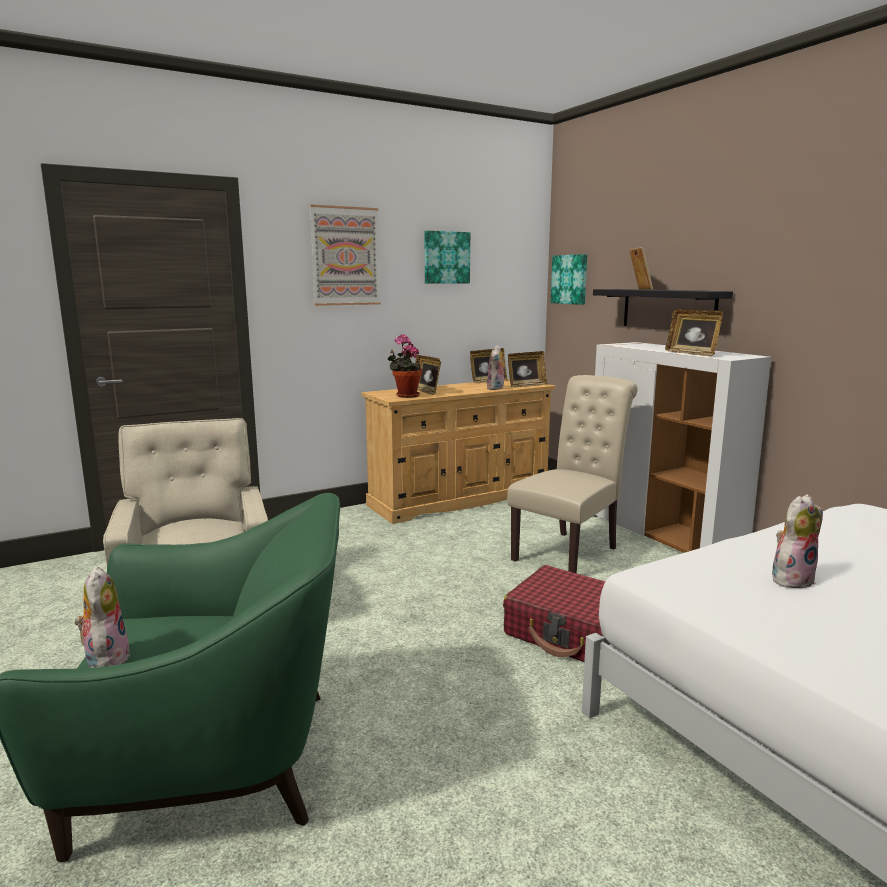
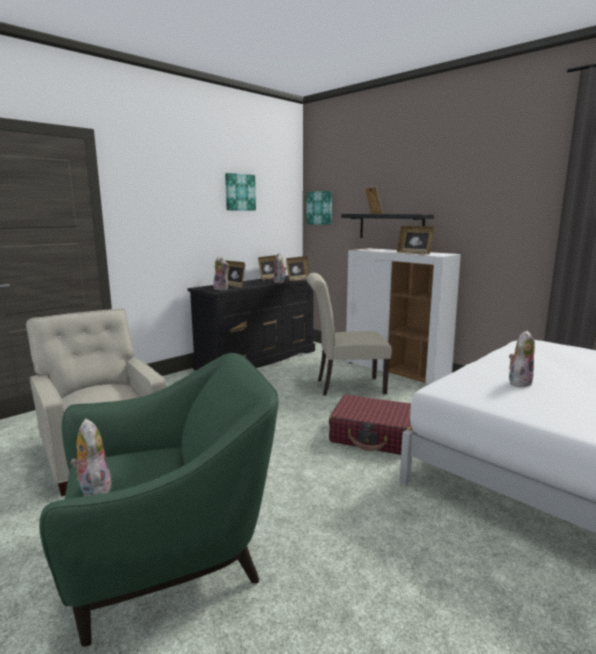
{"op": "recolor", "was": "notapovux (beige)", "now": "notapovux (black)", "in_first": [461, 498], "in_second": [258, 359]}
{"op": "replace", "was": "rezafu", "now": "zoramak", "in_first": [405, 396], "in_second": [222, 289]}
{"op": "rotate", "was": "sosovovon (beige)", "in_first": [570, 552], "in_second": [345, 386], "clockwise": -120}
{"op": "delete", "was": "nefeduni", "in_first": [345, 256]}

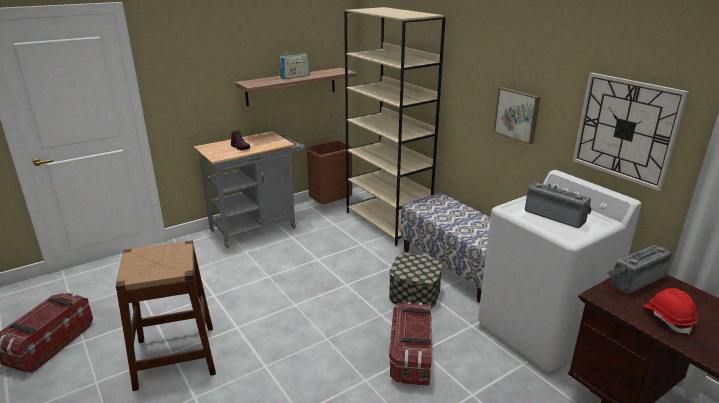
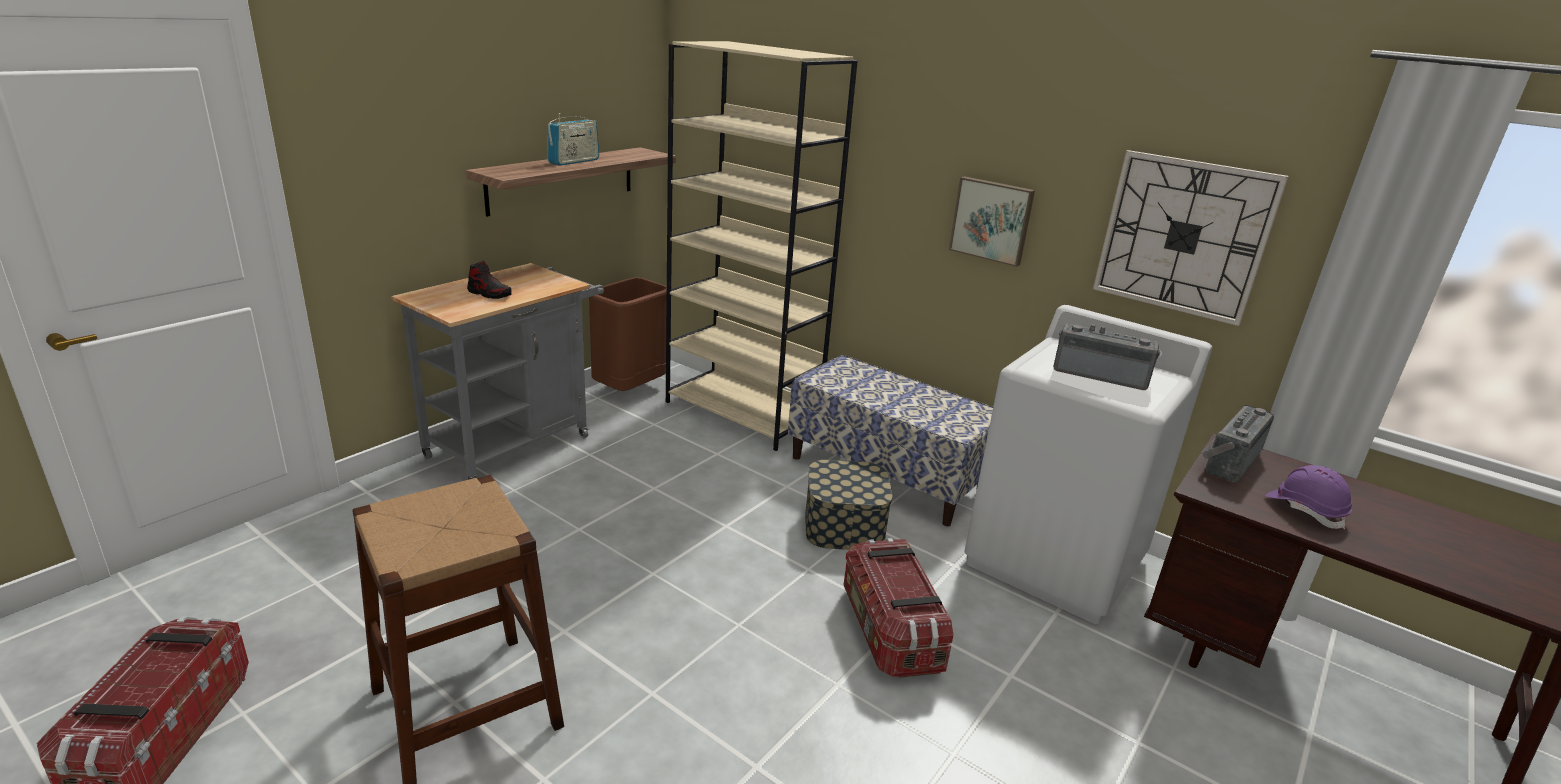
{"op": "recolor", "was": "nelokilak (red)", "now": "nelokilak (purple)", "in_first": [668, 318], "in_second": [1305, 510]}

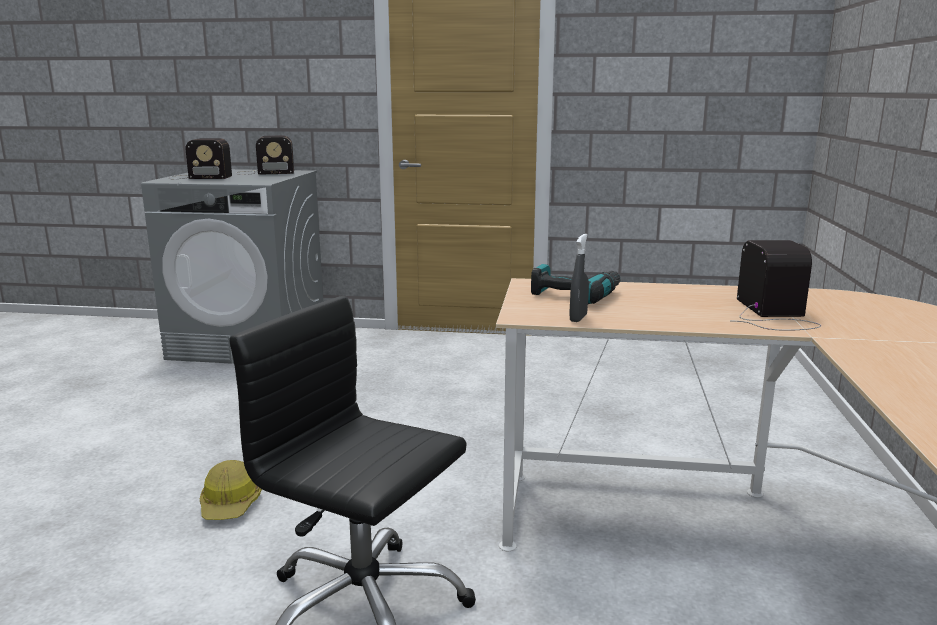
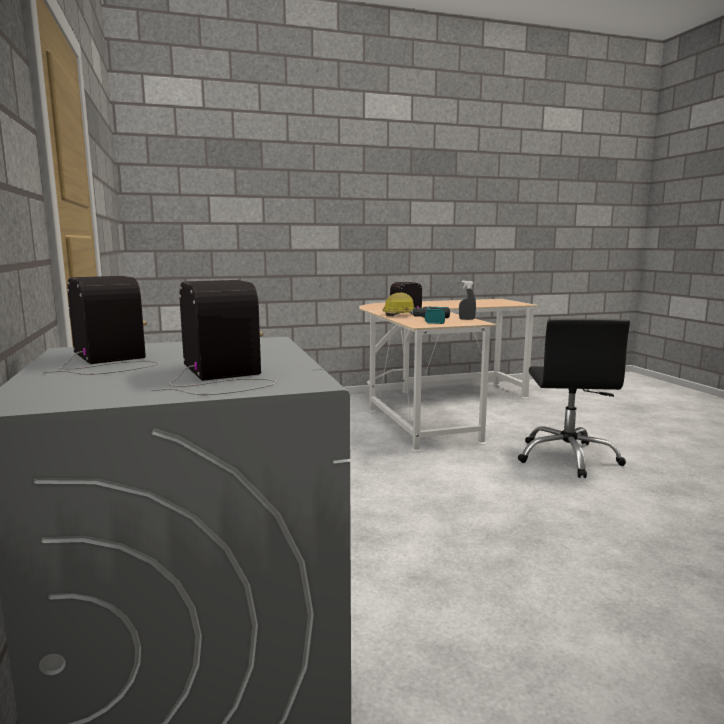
{"op": "move", "was": "nelokilak", "in_first": [231, 504], "in_second": [401, 314]}

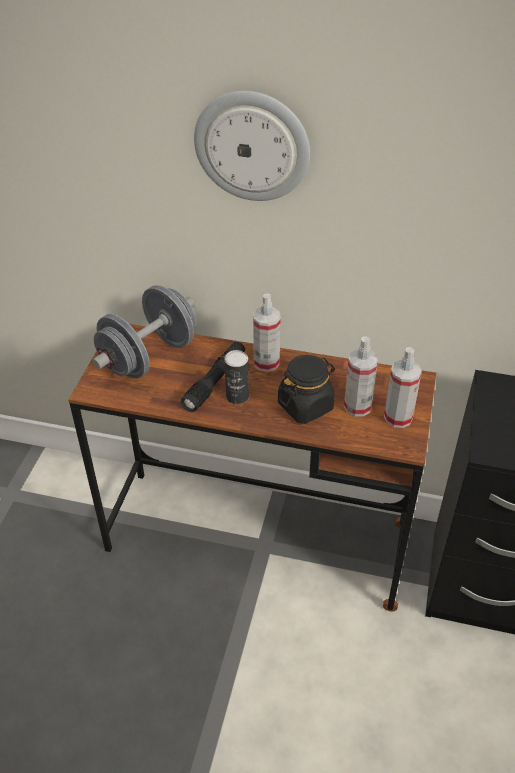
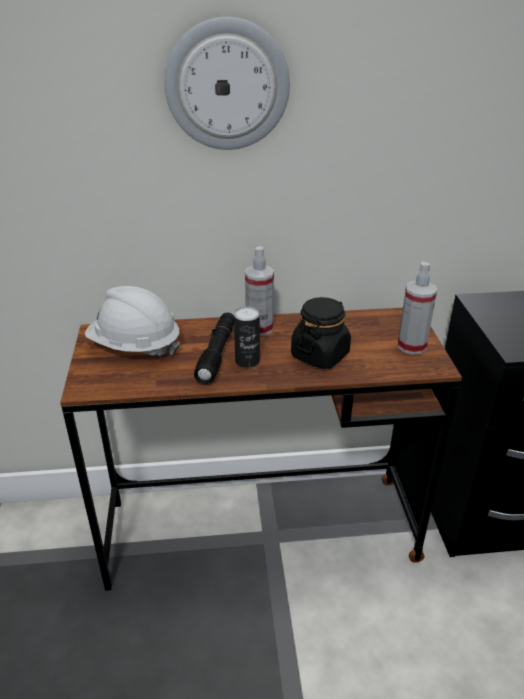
{"op": "replace", "was": "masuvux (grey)", "now": "nelokilak (white)", "in_first": [149, 357], "in_second": [135, 346]}
{"op": "delete", "was": "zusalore", "in_first": [357, 406]}

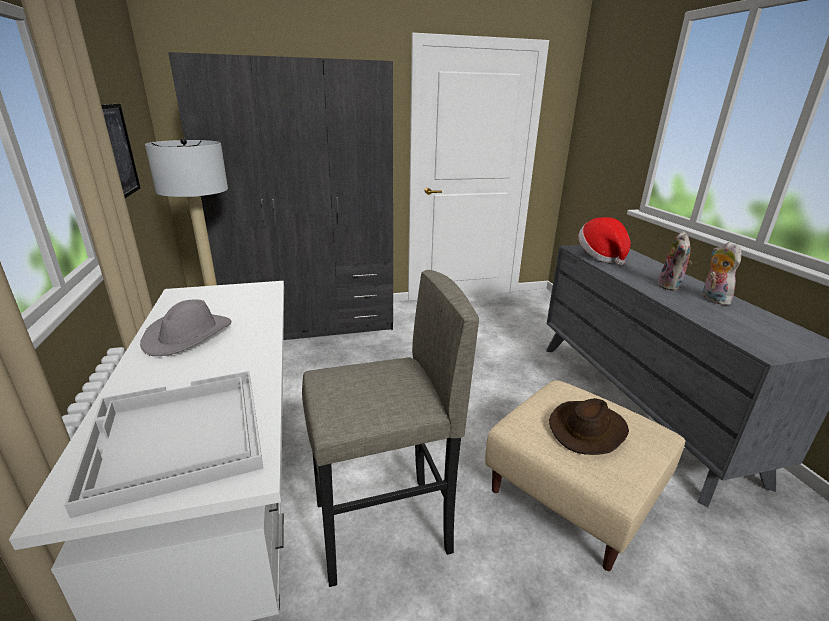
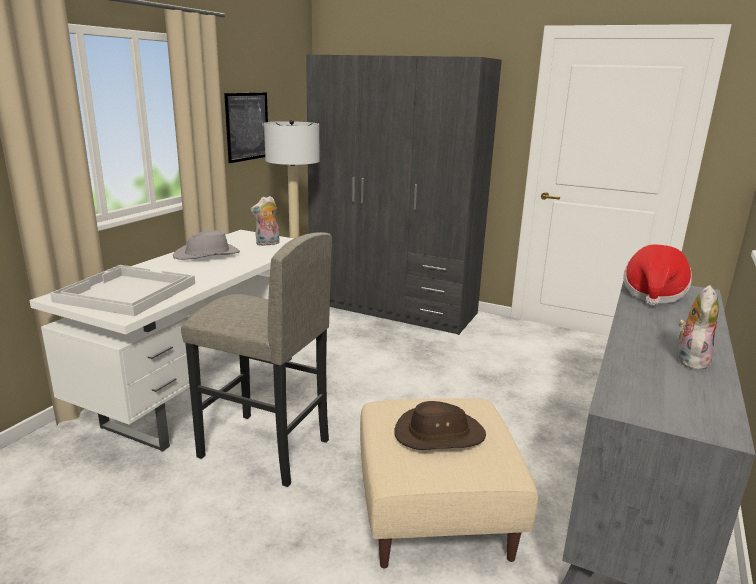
{"op": "move", "was": "zoramak", "in_first": [671, 286], "in_second": [267, 244]}

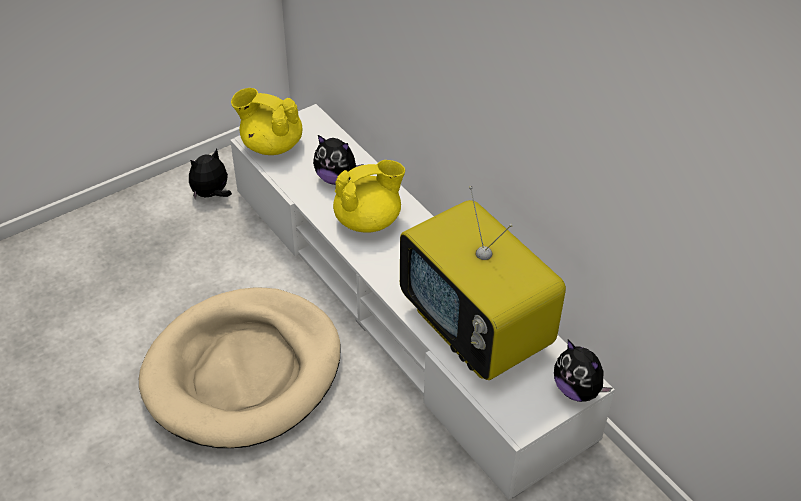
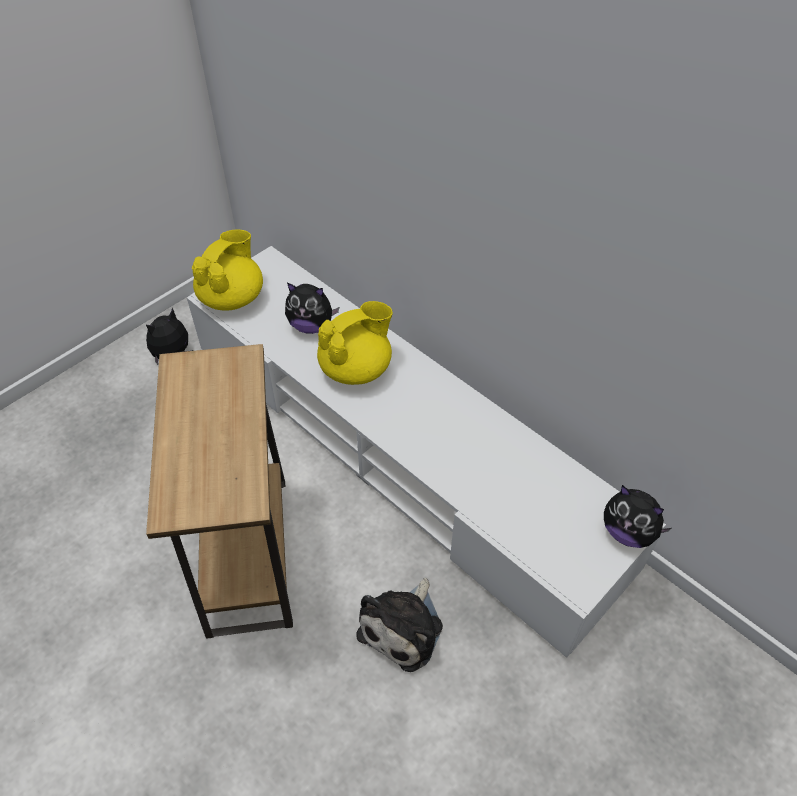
{"op": "replace", "was": "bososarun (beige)", "now": "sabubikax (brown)", "in_first": [243, 371], "in_second": [248, 554]}
{"op": "rotate", "was": "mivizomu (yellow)", "in_first": [271, 145], "in_second": [232, 297], "clockwise": 105}
{"op": "insert", "now": "zoramak", "in_second": [404, 627]}
{"op": "delete", "was": "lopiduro", "in_first": [477, 330]}

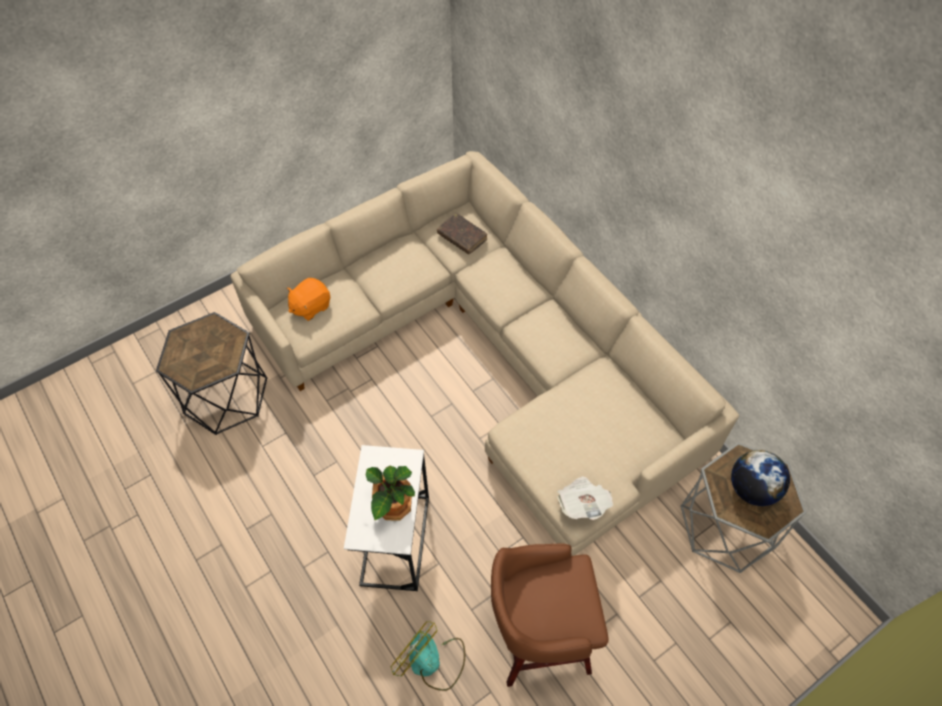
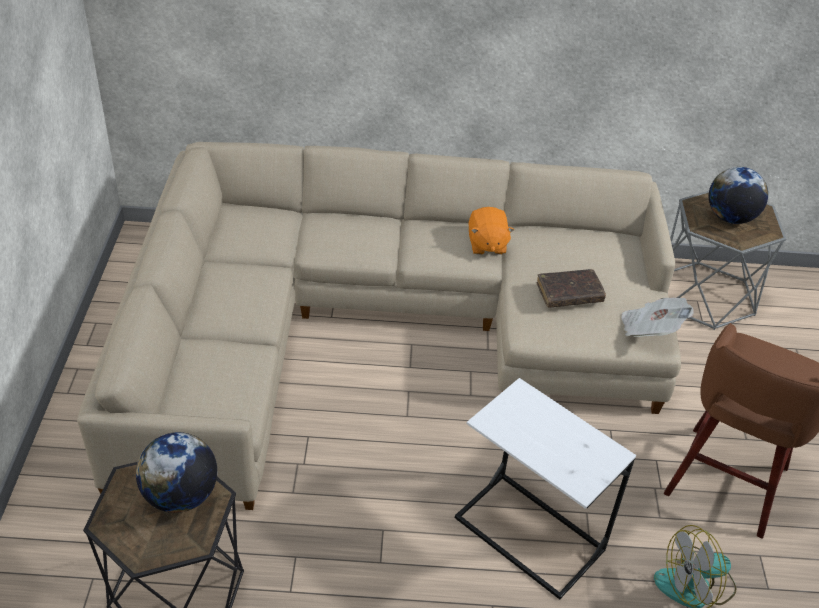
{"op": "insert", "now": "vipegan", "in_second": [181, 496]}
{"op": "move", "was": "zoramak (orange)", "in_first": [310, 306], "in_second": [486, 244]}
{"op": "move", "was": "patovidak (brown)", "in_first": [462, 237], "in_second": [569, 294]}
{"op": "delete", "was": "rezafu", "in_first": [392, 506]}

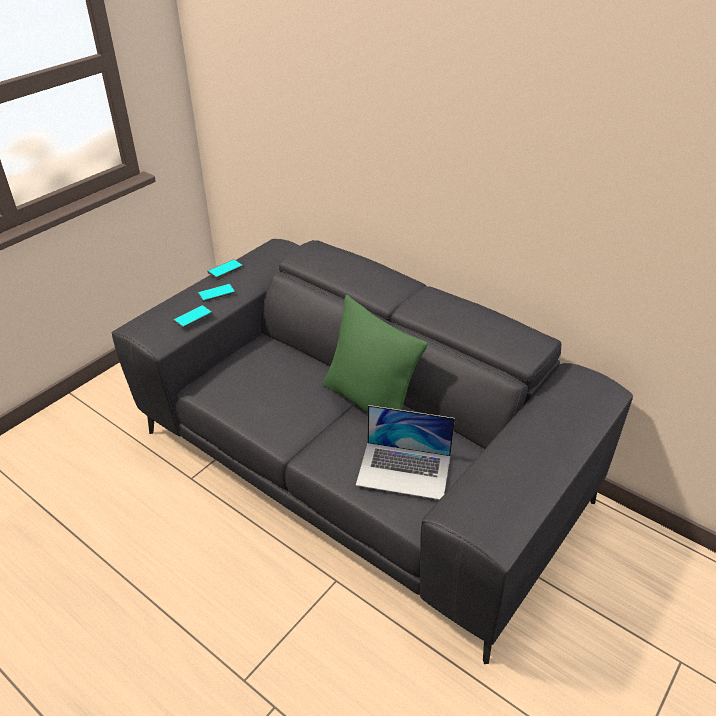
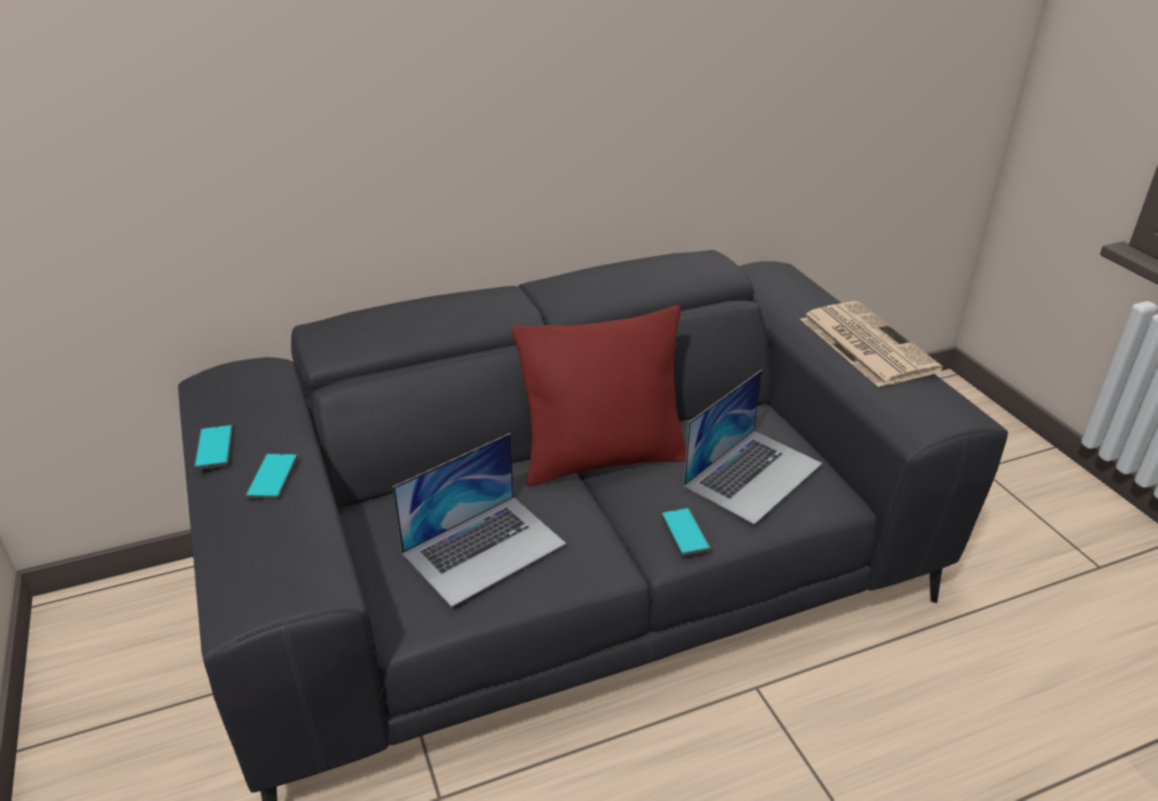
{"op": "insert", "now": "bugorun", "in_second": [484, 548]}
{"op": "recolor", "was": "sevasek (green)", "now": "sevasek (red)", "in_first": [369, 403], "in_second": [603, 459]}
{"op": "move", "was": "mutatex", "in_first": [193, 317], "in_second": [685, 532]}
{"op": "insert", "now": "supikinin", "in_second": [865, 343]}

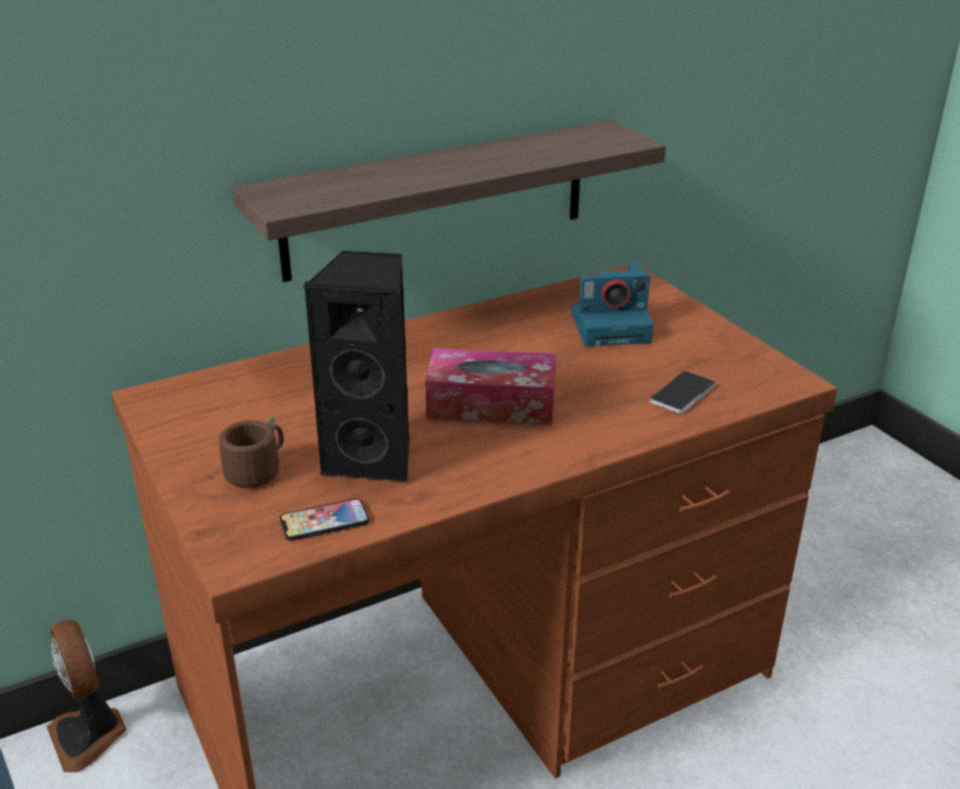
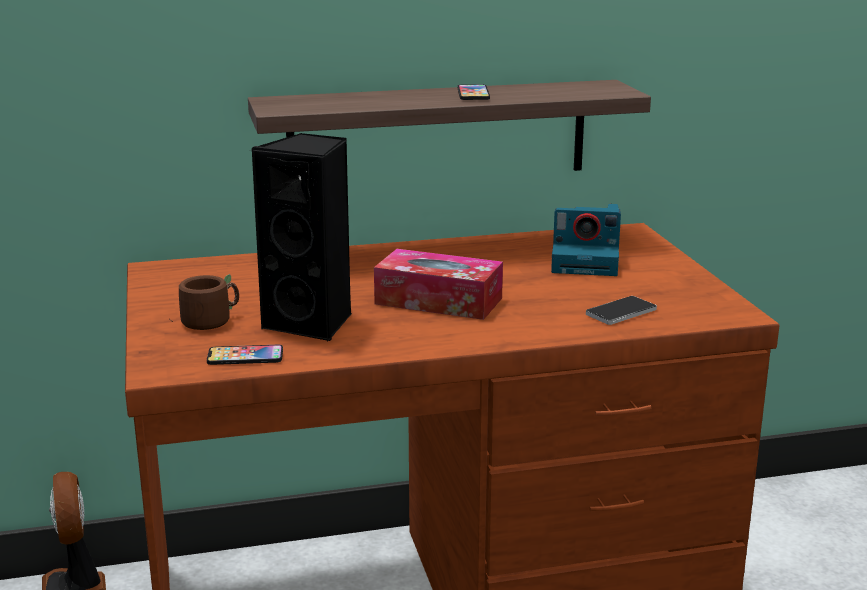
{"op": "insert", "now": "mutatex", "in_second": [473, 94]}

